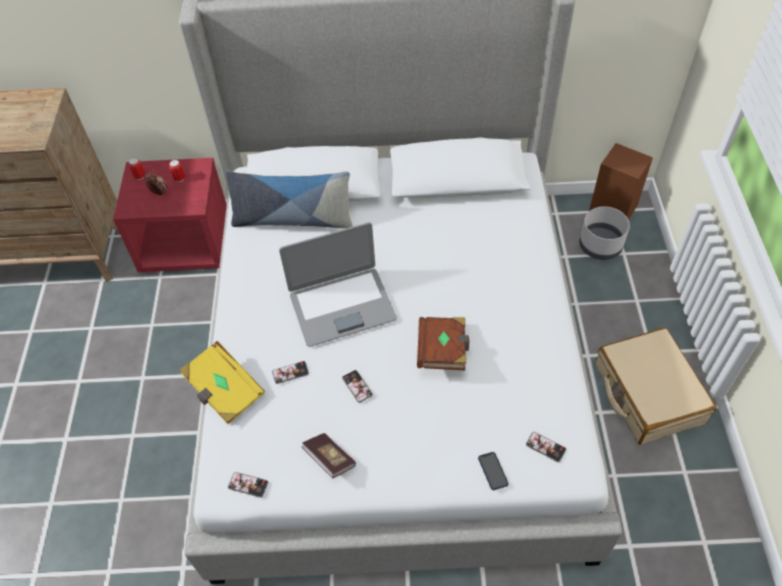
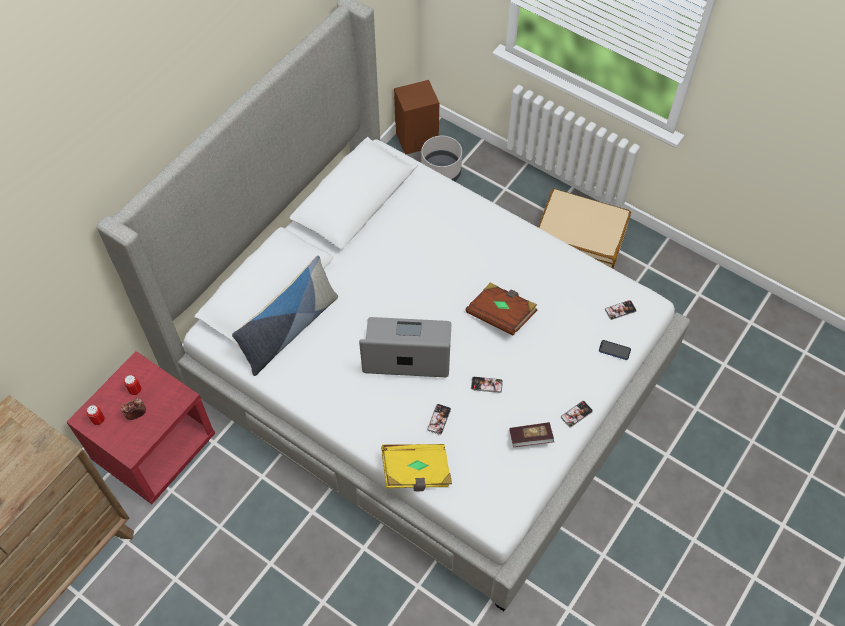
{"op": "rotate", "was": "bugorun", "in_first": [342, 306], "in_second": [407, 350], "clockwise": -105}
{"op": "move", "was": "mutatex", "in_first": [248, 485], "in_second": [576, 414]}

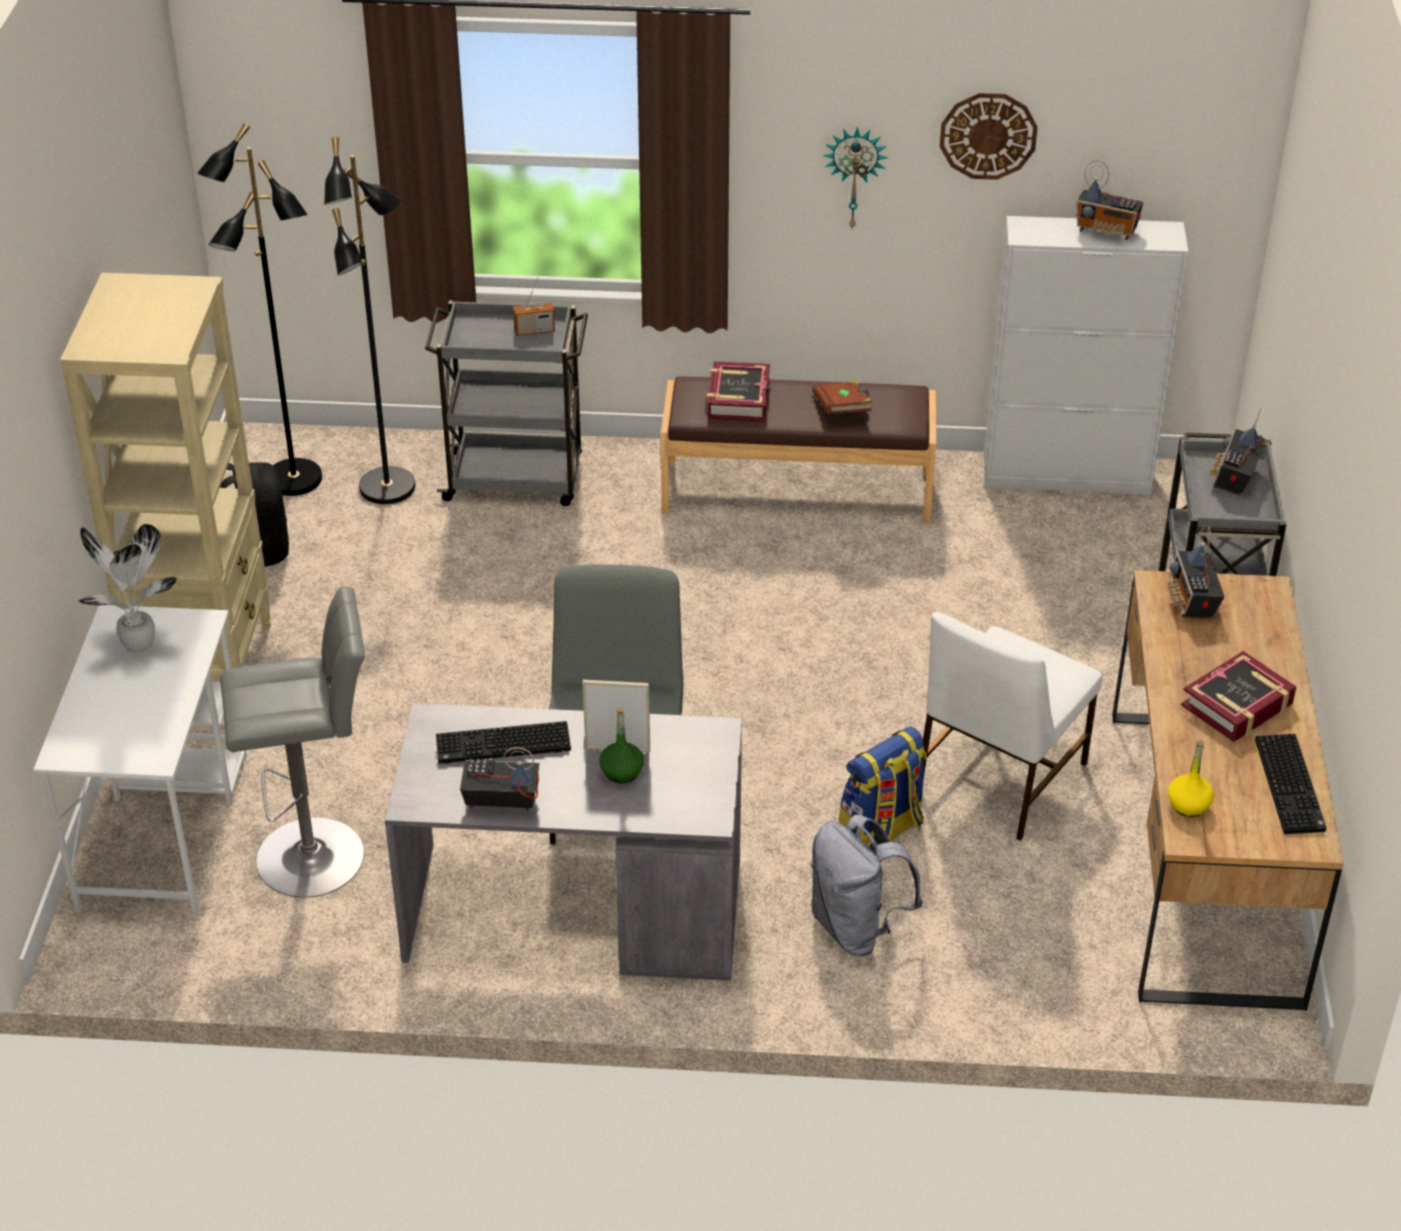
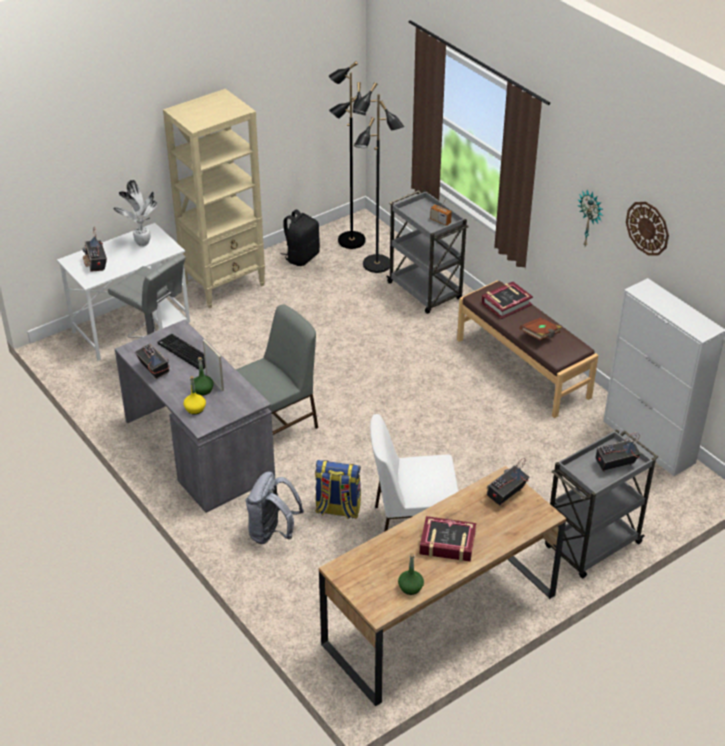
{"op": "move", "was": "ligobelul", "in_first": [1106, 230], "in_second": [96, 264]}
{"op": "move", "was": "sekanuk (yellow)", "in_first": [1188, 805], "in_second": [195, 409]}
{"op": "replace", "was": "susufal", "now": "sekanuk (green)", "in_first": [1292, 786], "in_second": [410, 587]}

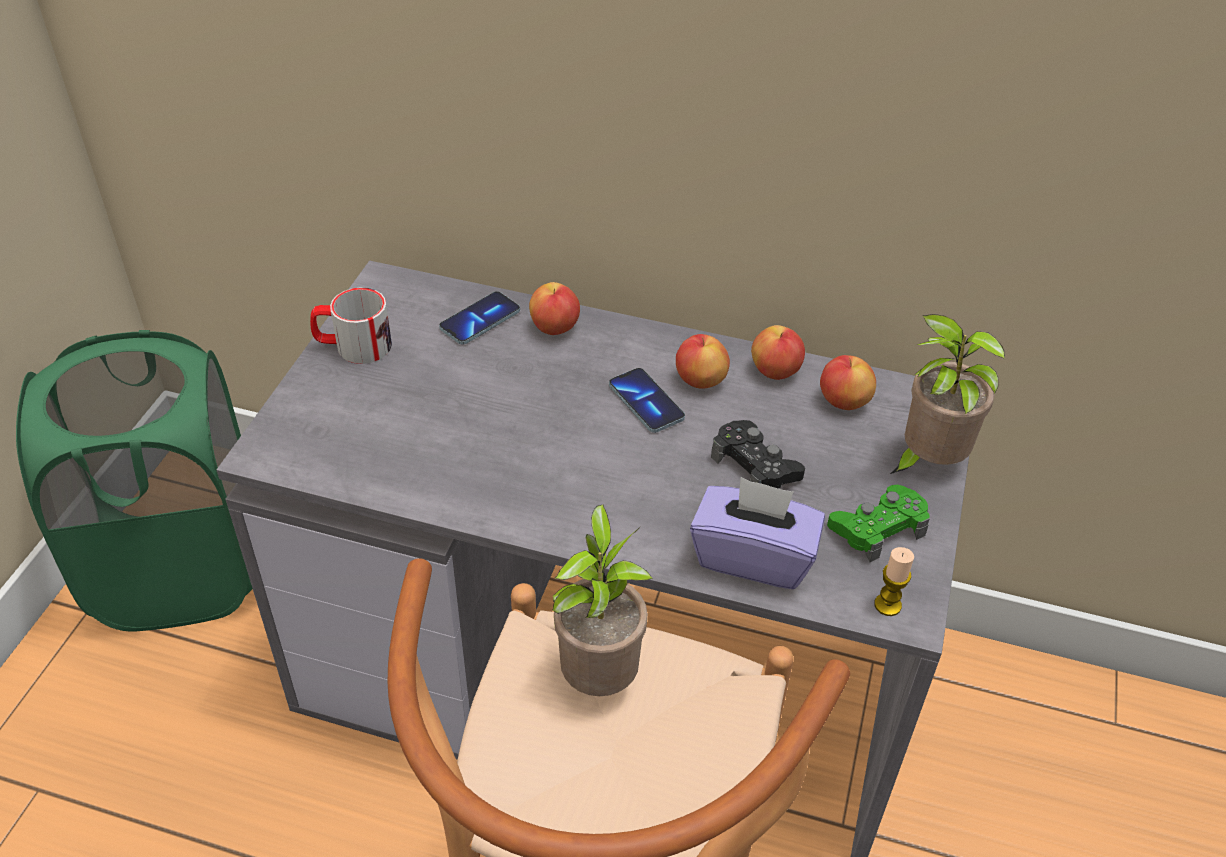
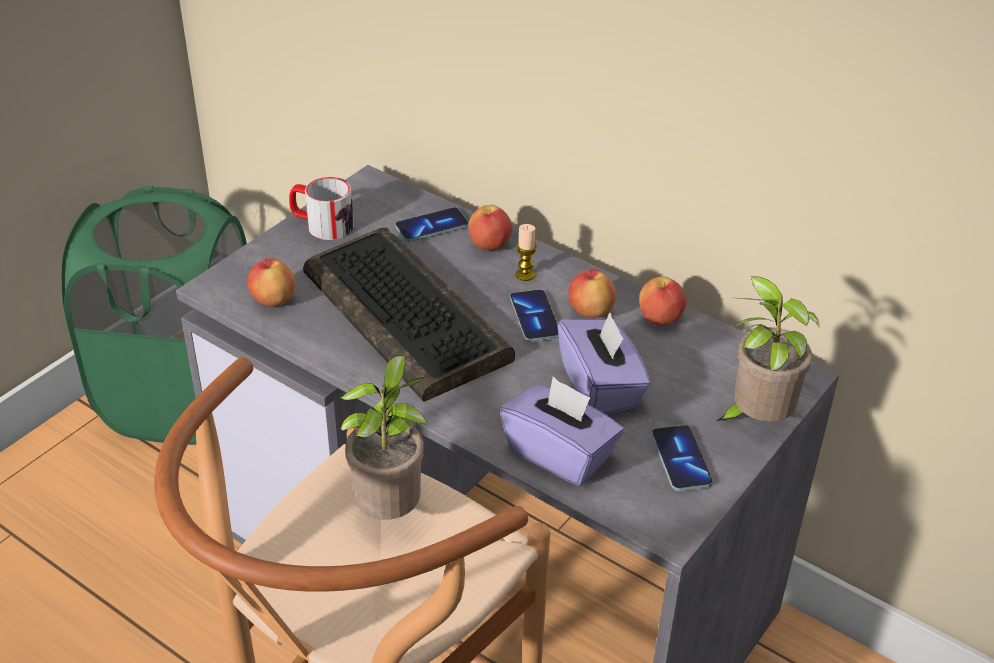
{"op": "move", "was": "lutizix", "in_first": [843, 401], "in_second": [273, 300]}
{"op": "insert", "now": "susufal", "in_second": [408, 316]}
{"op": "move", "was": "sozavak", "in_first": [887, 605], "in_second": [525, 275]}
{"op": "replace", "was": "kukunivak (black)", "now": "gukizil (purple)", "in_first": [755, 465], "in_second": [600, 386]}
{"op": "replace", "was": "kukunivak (green)", "now": "mutatex", "in_first": [878, 528], "in_second": [681, 460]}

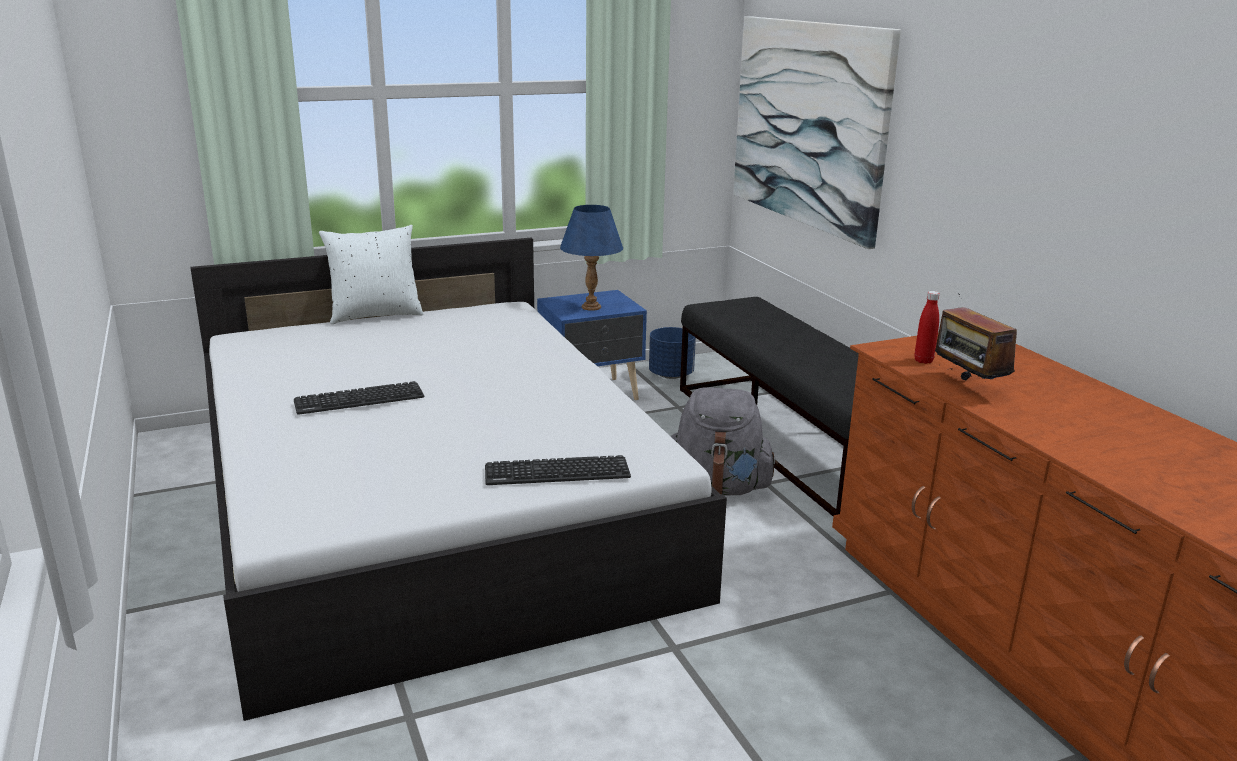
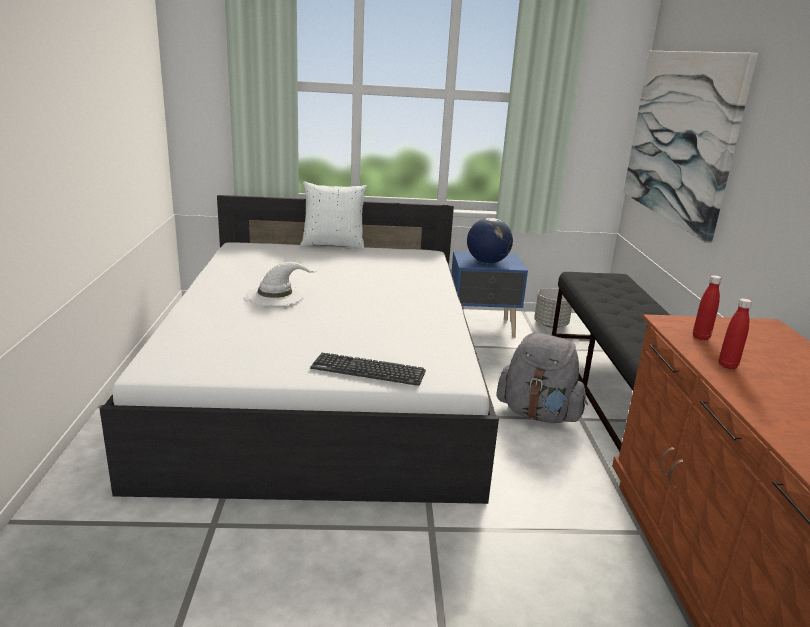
{"op": "replace", "was": "susufal", "now": "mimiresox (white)", "in_first": [359, 399], "in_second": [276, 295]}
{"op": "replace", "was": "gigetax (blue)", "now": "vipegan", "in_first": [590, 307], "in_second": [487, 262]}
{"op": "recolor", "was": "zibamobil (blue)", "now": "zibamobil (grey)", "in_first": [671, 375], "in_second": [551, 324]}
{"op": "replace", "was": "ligobelul", "now": "sekanuk (red)", "in_first": [967, 386], "in_second": [727, 366]}

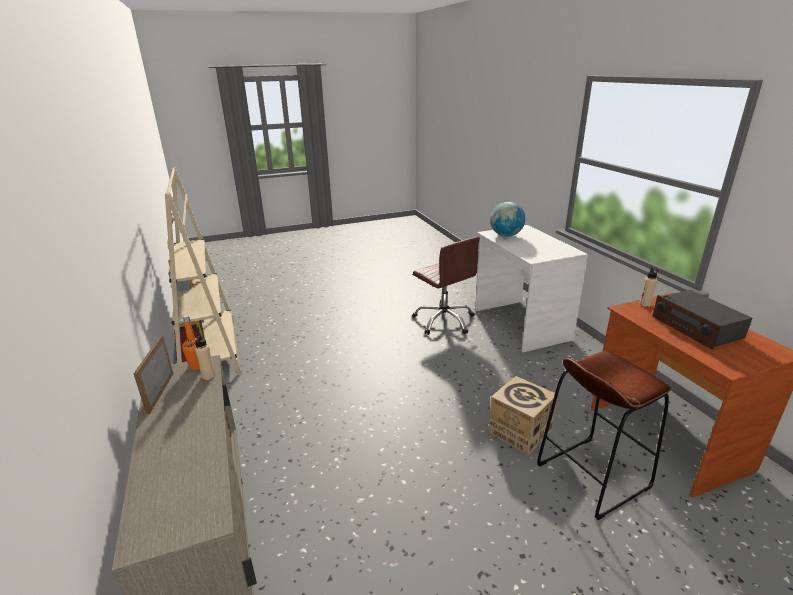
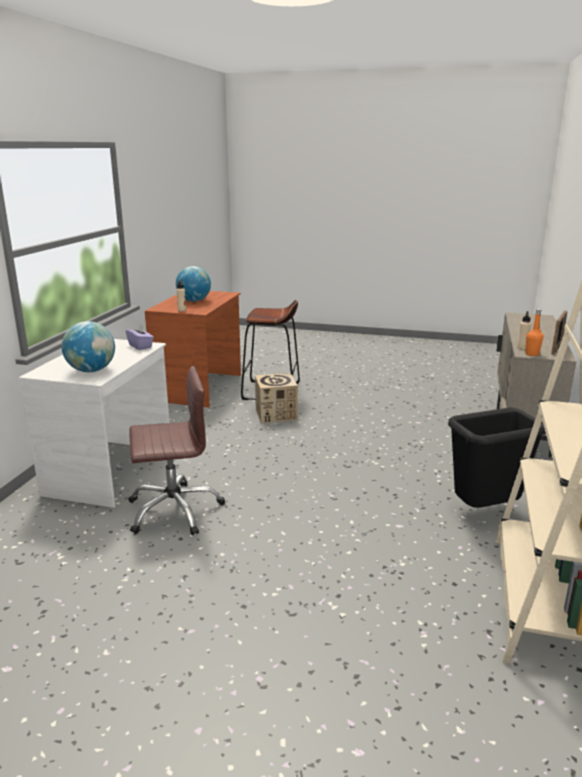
{"op": "insert", "now": "gukizil (purple)", "in_second": [140, 346]}
{"op": "rotate", "was": "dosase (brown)", "in_first": [444, 321], "in_second": [174, 510], "clockwise": 75}
{"op": "replace", "was": "ligobelul", "now": "vipegan", "in_first": [696, 327], "in_second": [194, 301]}
{"op": "insert", "now": "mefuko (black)", "in_second": [484, 512]}

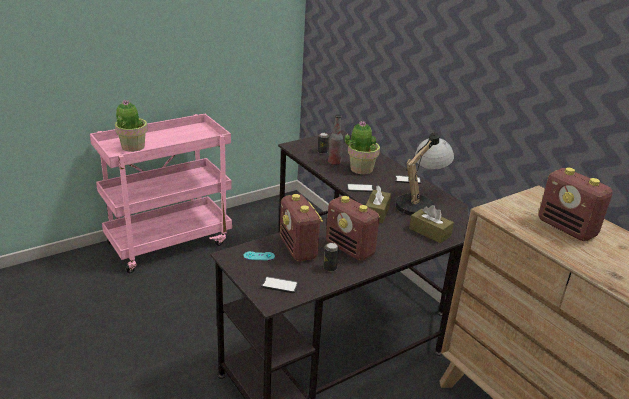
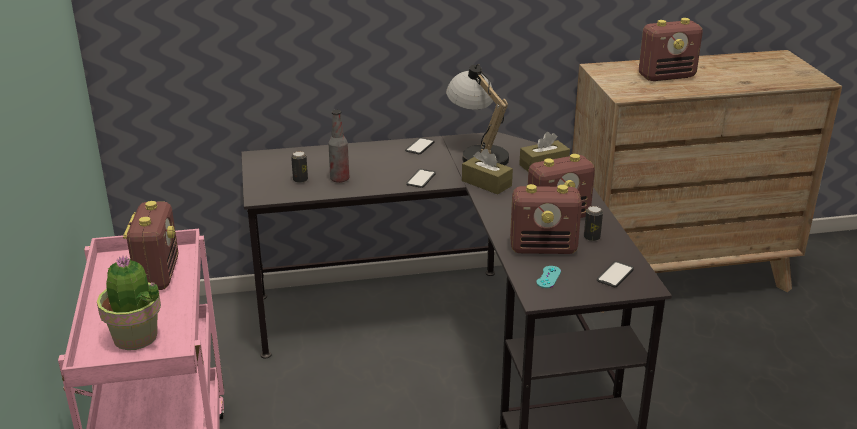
{"op": "insert", "now": "ligobelul", "in_second": [158, 274]}
{"op": "delete", "was": "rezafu", "in_first": [361, 169]}

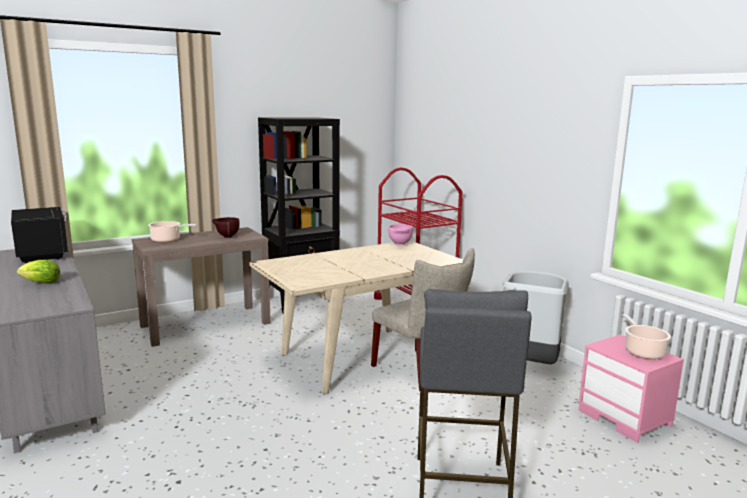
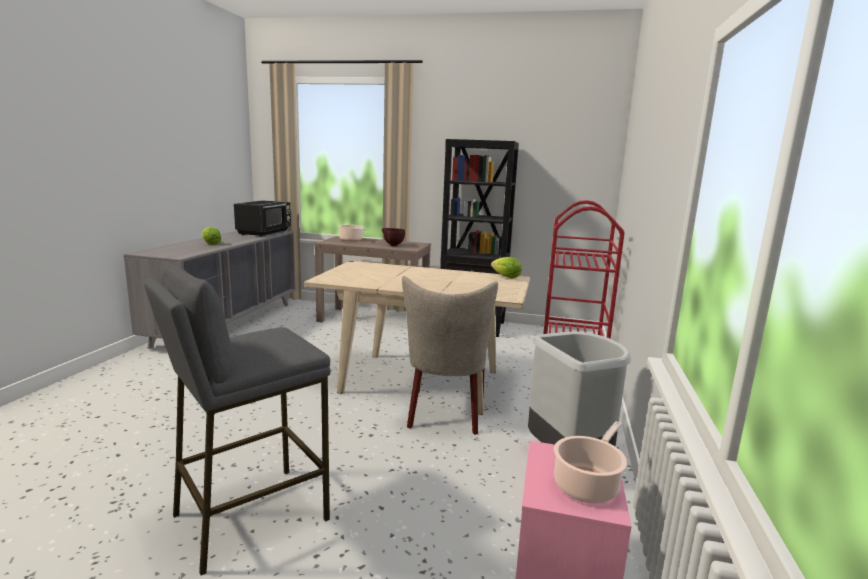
{"op": "replace", "was": "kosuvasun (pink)", "now": "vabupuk", "in_first": [400, 244], "in_second": [506, 277]}

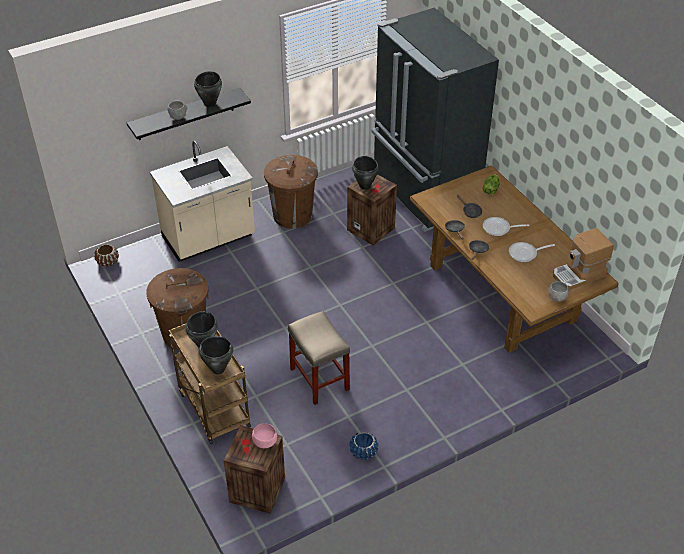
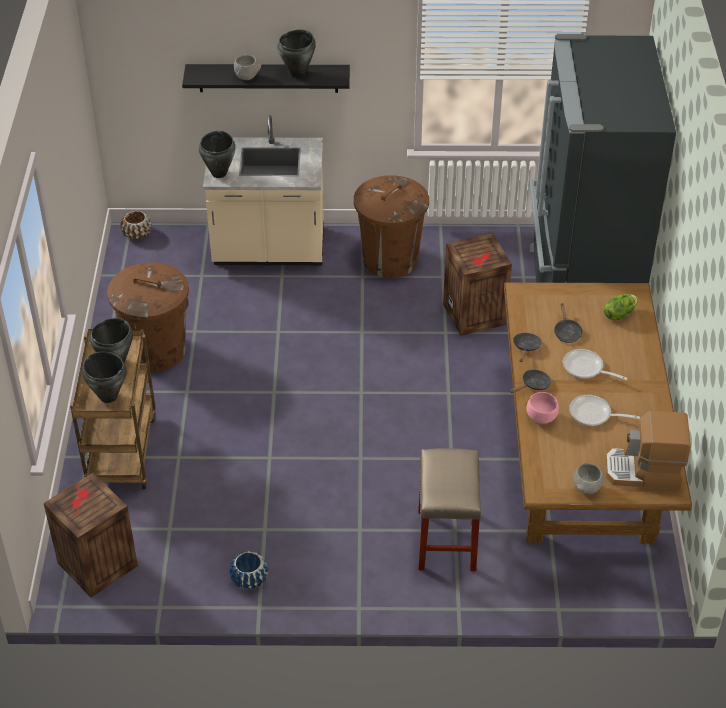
{"op": "move", "was": "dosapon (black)", "in_first": [365, 186], "in_second": [219, 173]}
{"op": "move", "was": "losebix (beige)", "in_first": [319, 378], "in_second": [446, 539]}
{"op": "move", "was": "kosuvasun (pink)", "in_first": [265, 442], "in_second": [542, 417]}

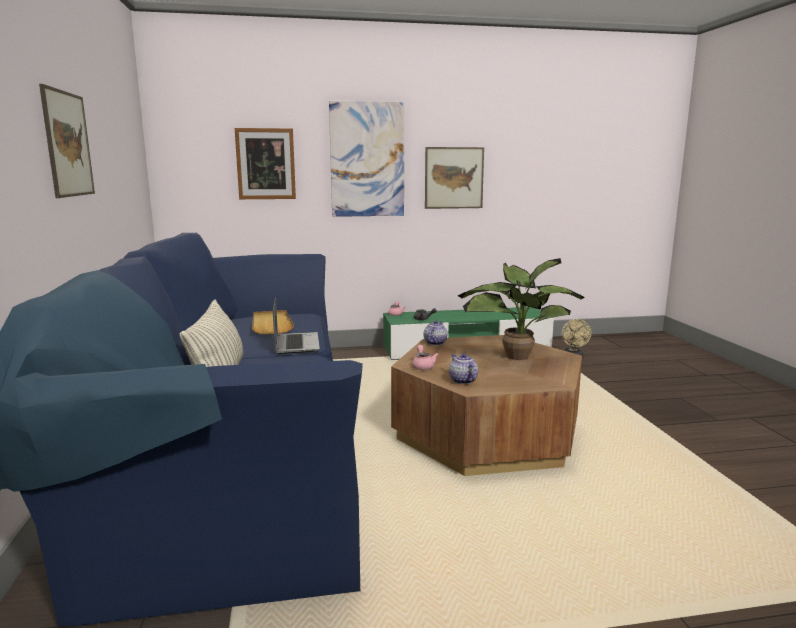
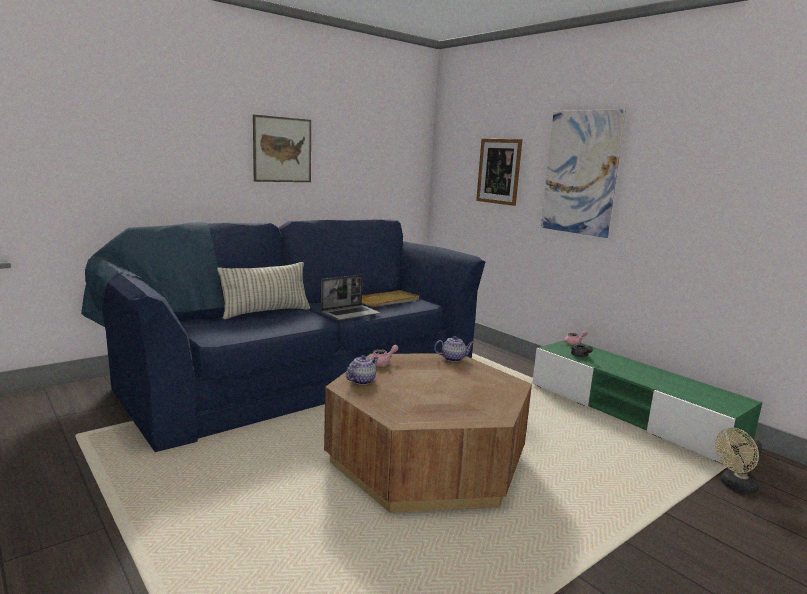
{"op": "delete", "was": "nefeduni", "in_first": [454, 178]}
{"op": "delete", "was": "rezafu", "in_first": [515, 355]}

